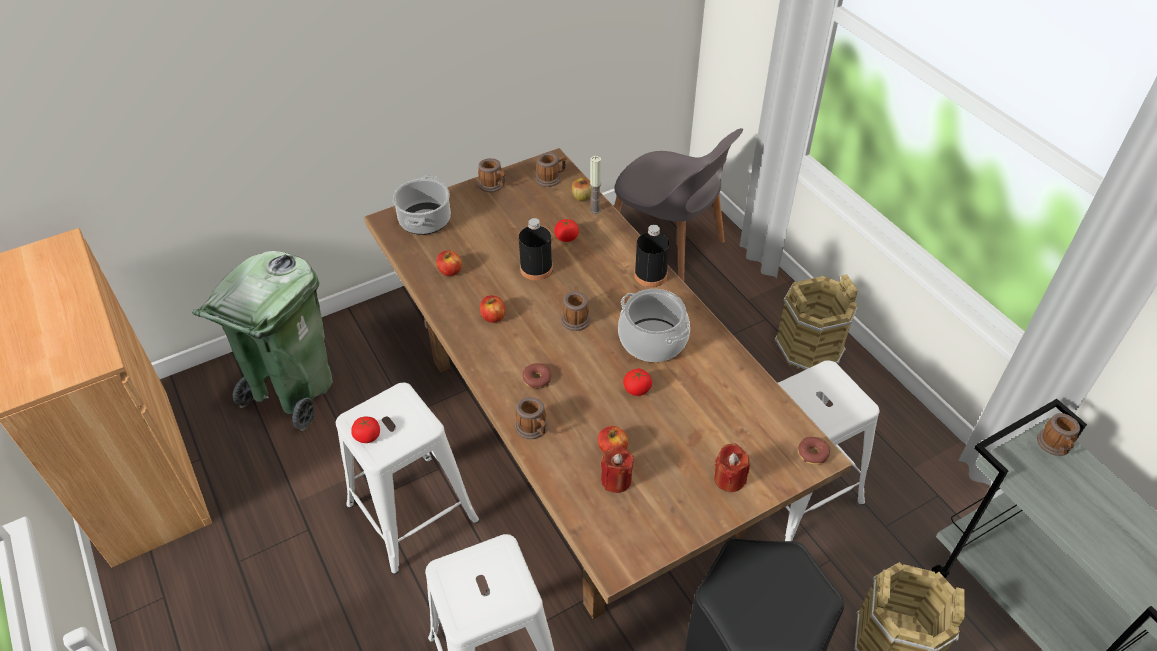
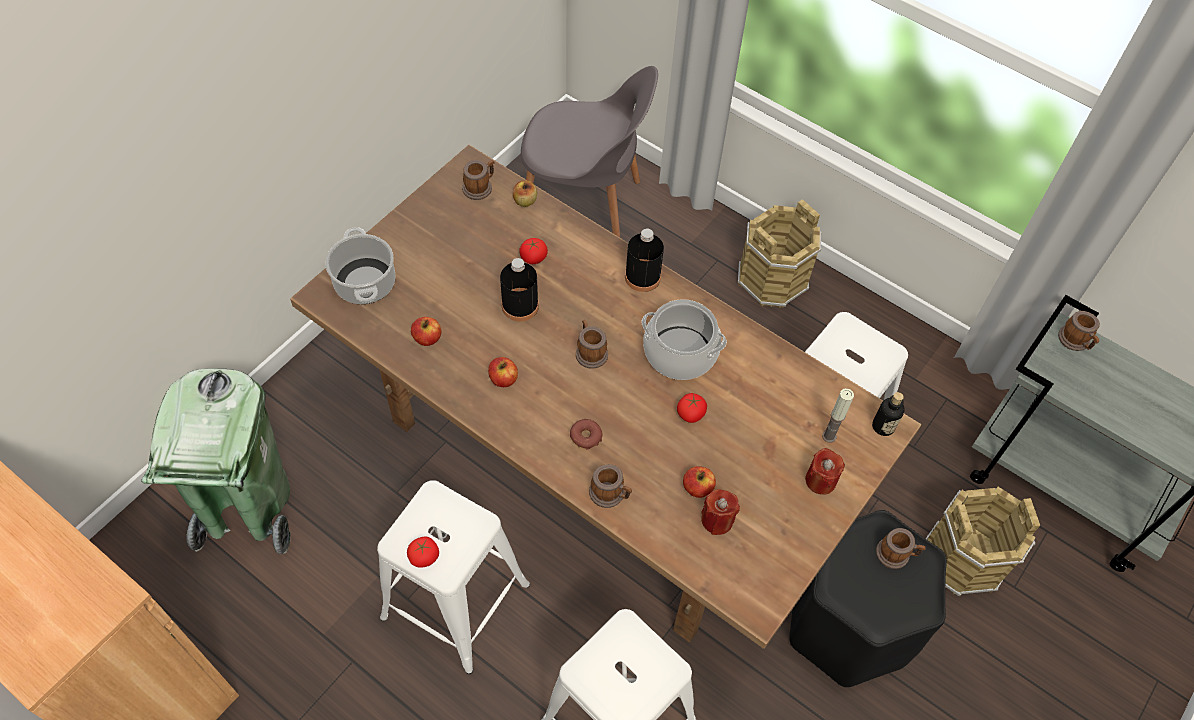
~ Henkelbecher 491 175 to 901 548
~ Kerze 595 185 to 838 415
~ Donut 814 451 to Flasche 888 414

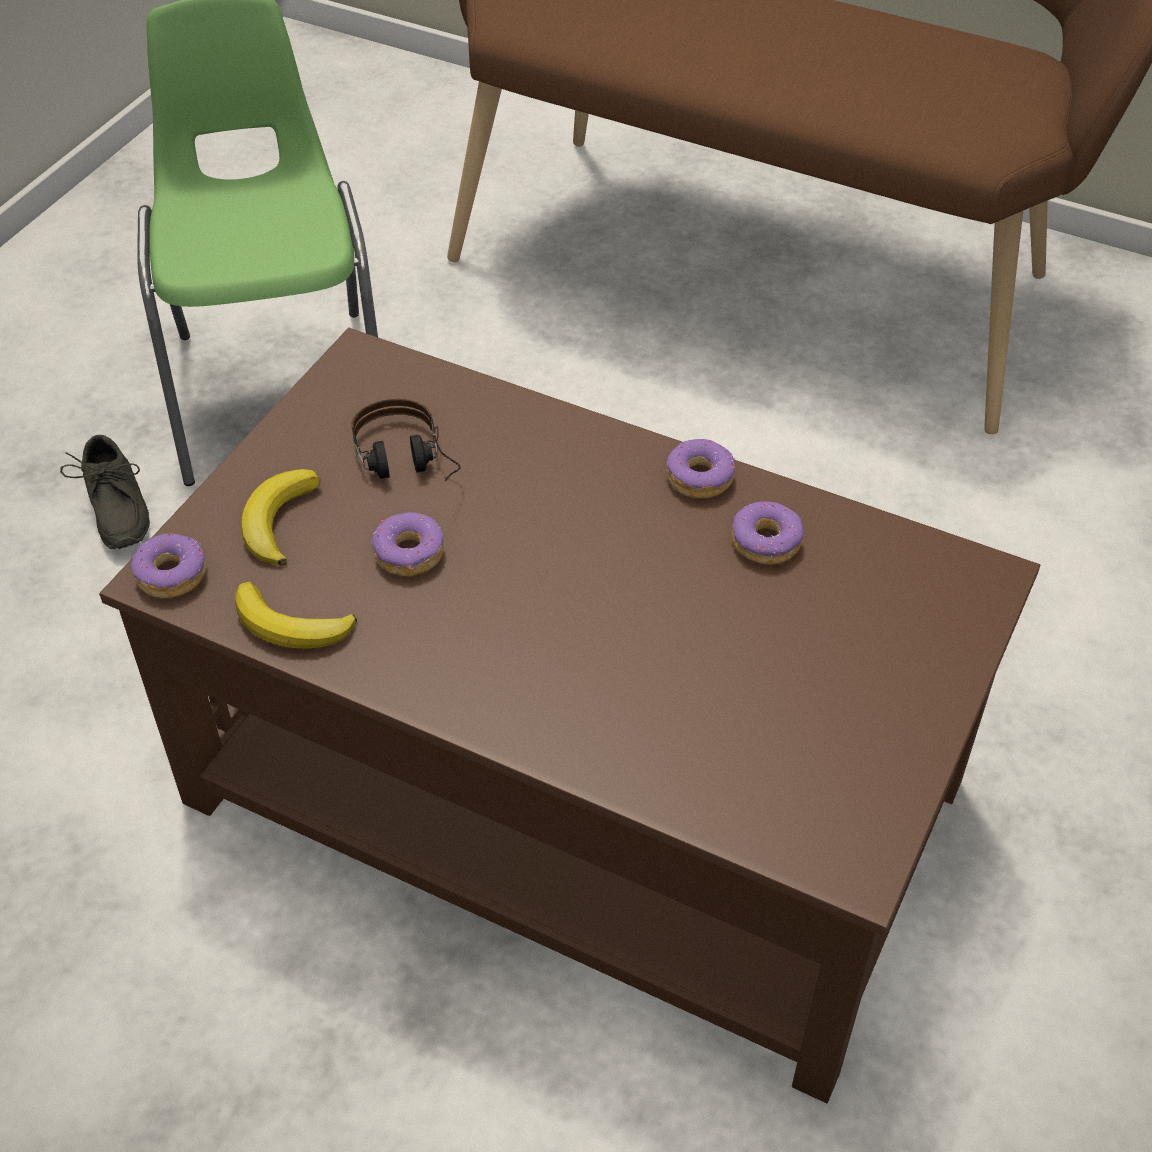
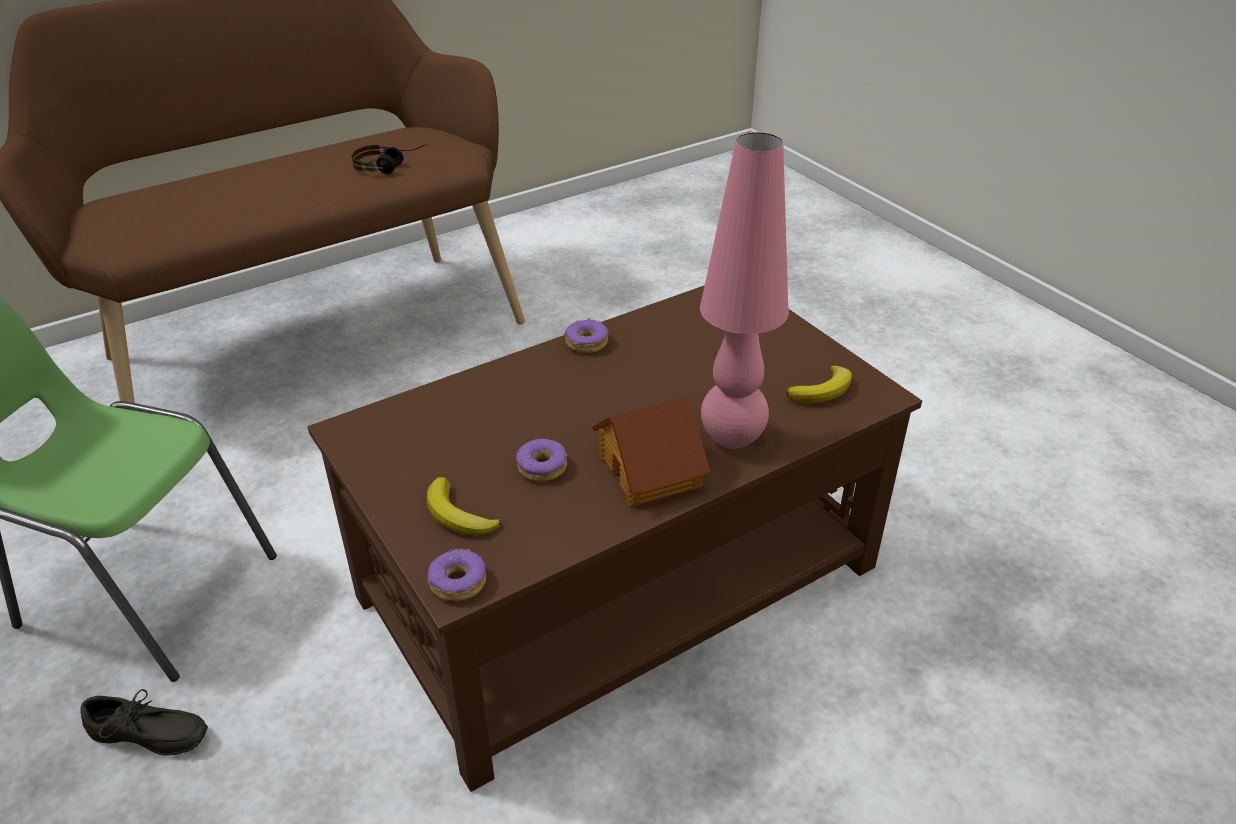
~ Banane 296 615 to 819 384
~ Kopfhörer 406 440 to 390 159
- Donut 767 533
+ Spielzeughaus 651 452
+ Tischlampe (rosa) 744 290

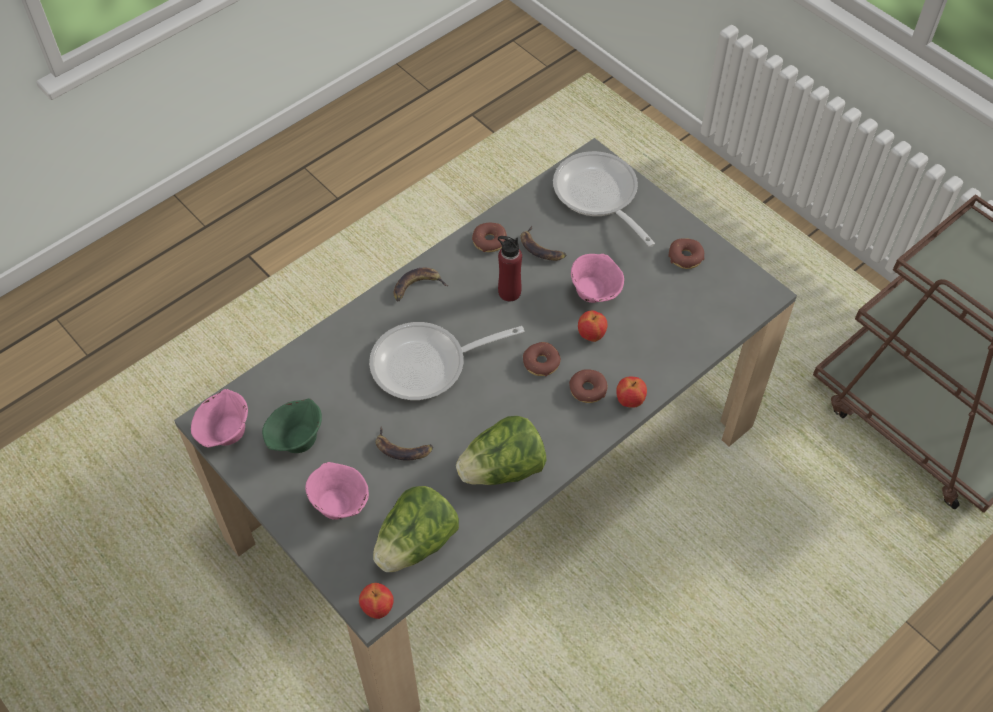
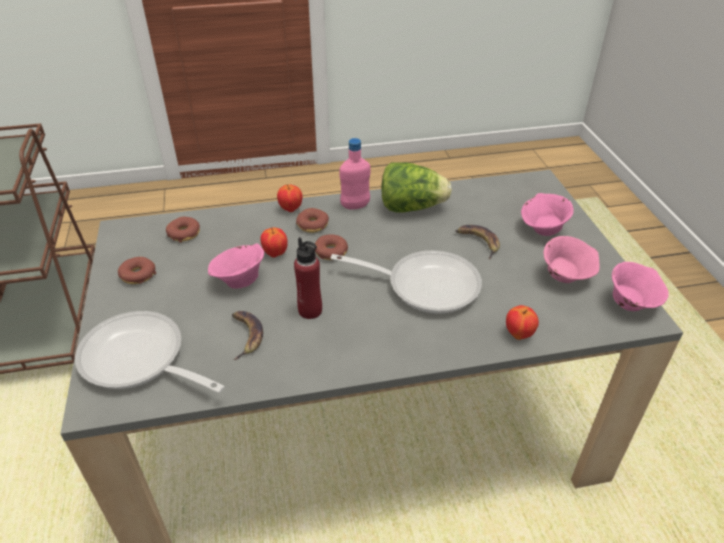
~ Schüssel (grün) 292 425 to Schüssel (rosa) 572 259
~ Apfel 376 601 to 522 322
- Salatkopf 416 529
- Banane 421 284
~ Donut 489 237 to 183 230
~ Pfanne 604 199 = 150 352 120 degrees clockwise
+ Flasche (rosa) 355 173

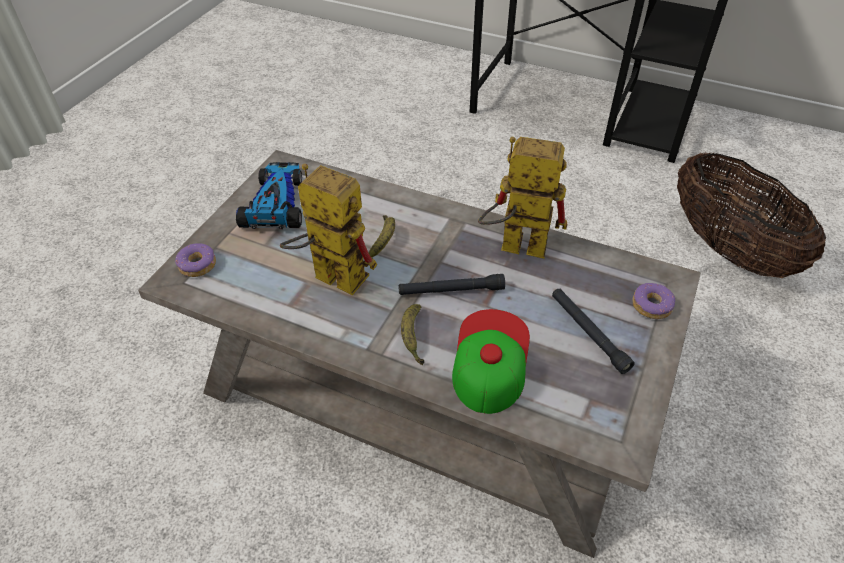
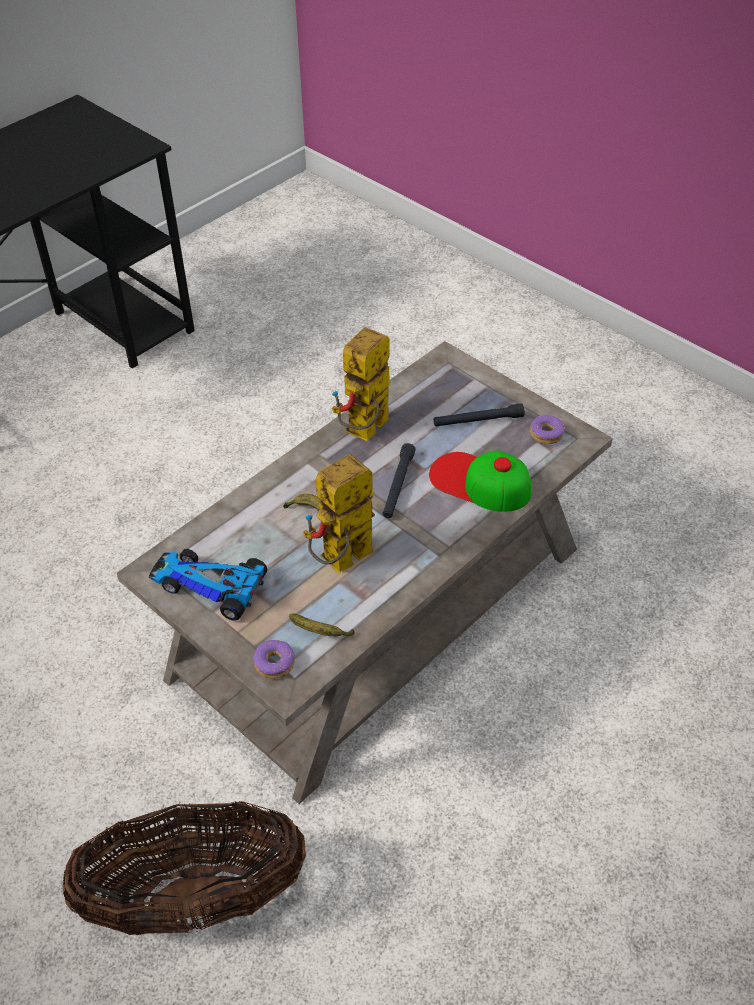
~ Banane 412 334 to 322 624
~ Donut 653 301 to 547 429
~ Korb 751 215 to 184 868

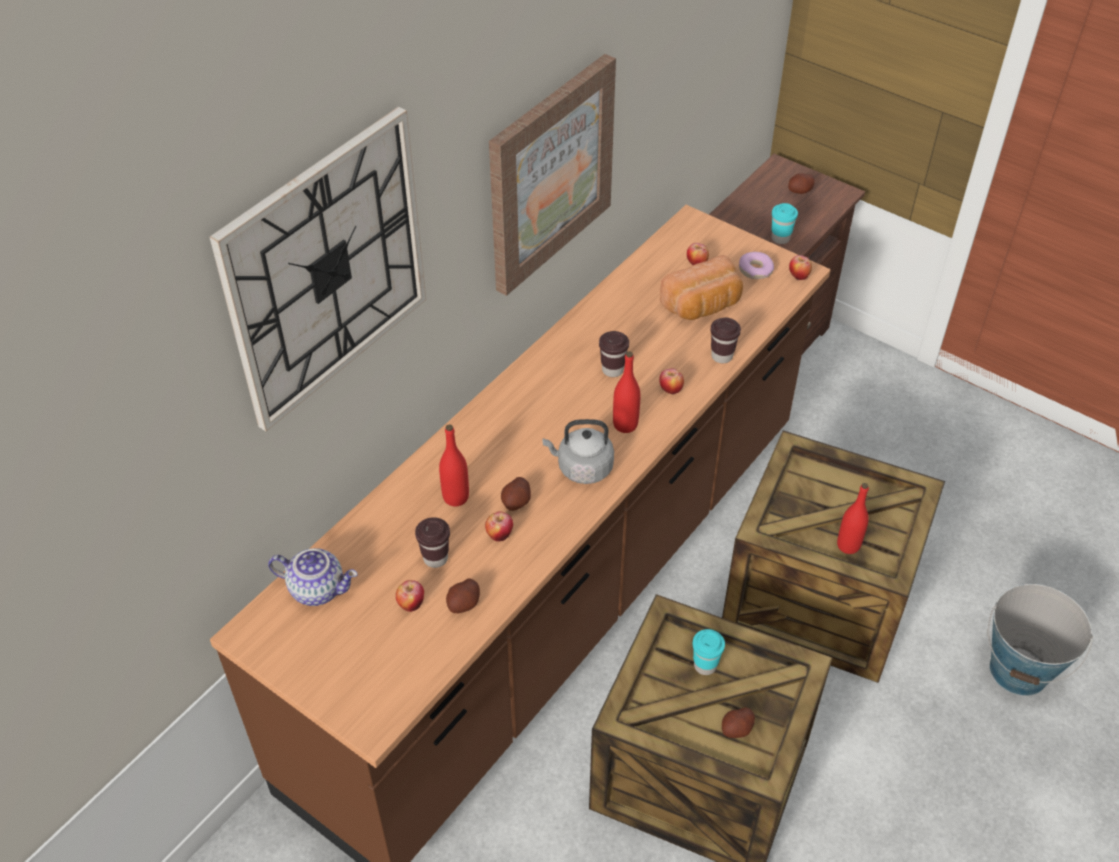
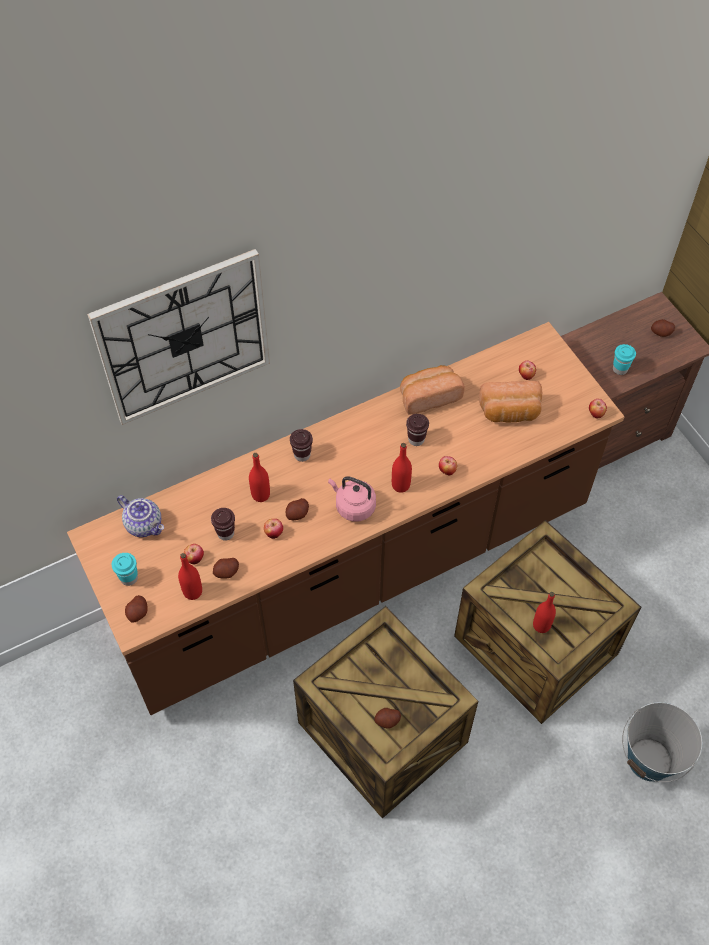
- Bild 552 175
~ Wasserkessel (grau) 578 451 to Wasserkessel (rosa) 352 499
~ Tasse (türkis) 708 652 to 125 569
~ Tasse (braun) 726 340 to 301 445
- Donut 756 265
+ Kartoffel 136 609
+ Flasche (rot) 190 576
+ Brot 432 390

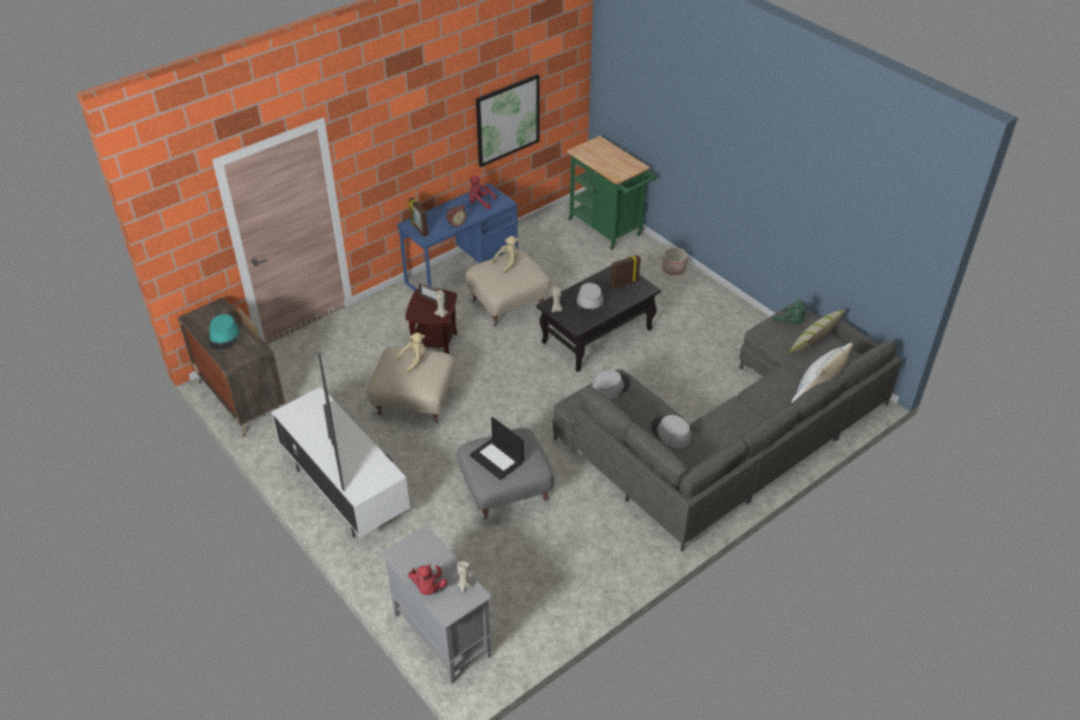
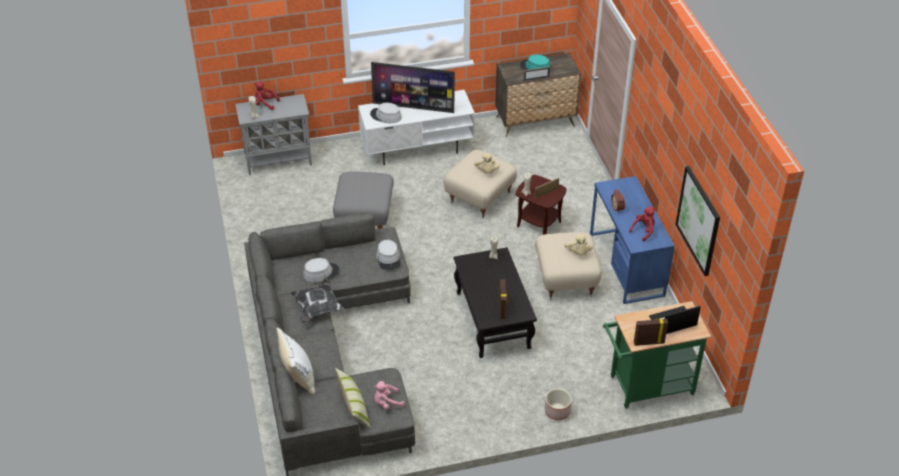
~ Bilderrahmen 418 217 to 651 332
~ Laptop 496 448 to 675 320
~ Hut (grau) 590 299 to 386 113
~ Plüschtier (grün) 789 311 to Plüschtier (rosa) 389 395
+ Kissen 317 302

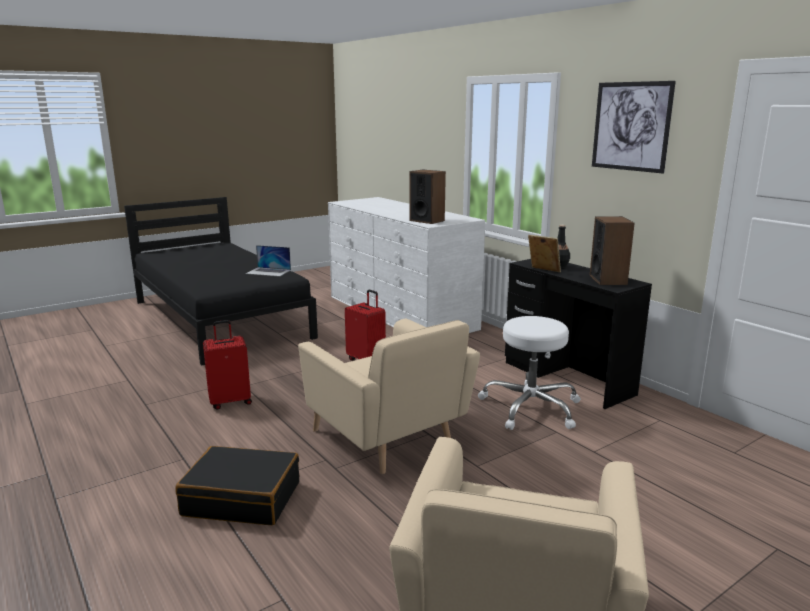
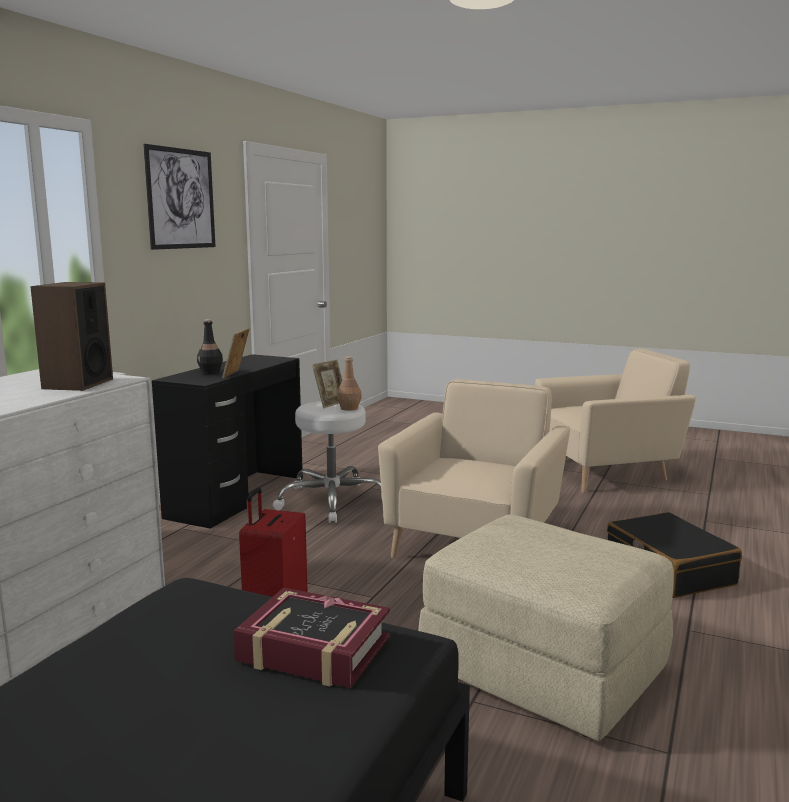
~ Koffer (rot) 227 365 to Polsterhocker (beige) 546 627
- Laptop 268 261
- Lautsprecher 612 250
+ Buch 311 637
+ Bilderrahmen 327 384
+ Flasche (braun) 349 383

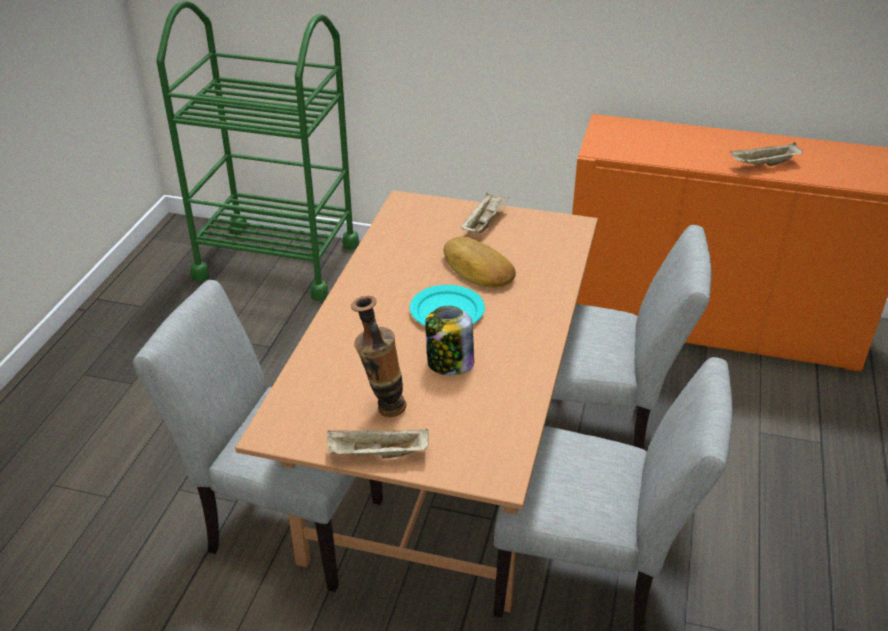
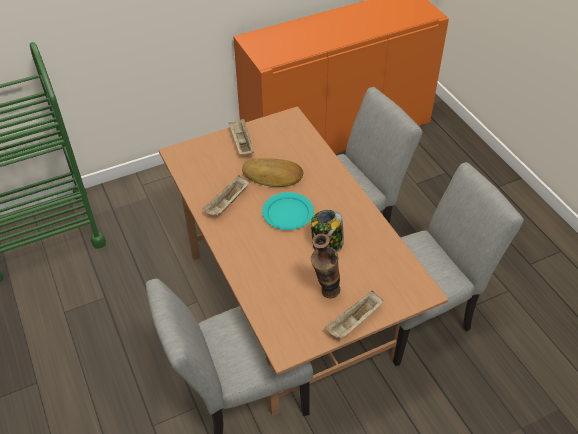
~ Tablett (beige) 766 154 to 226 195

